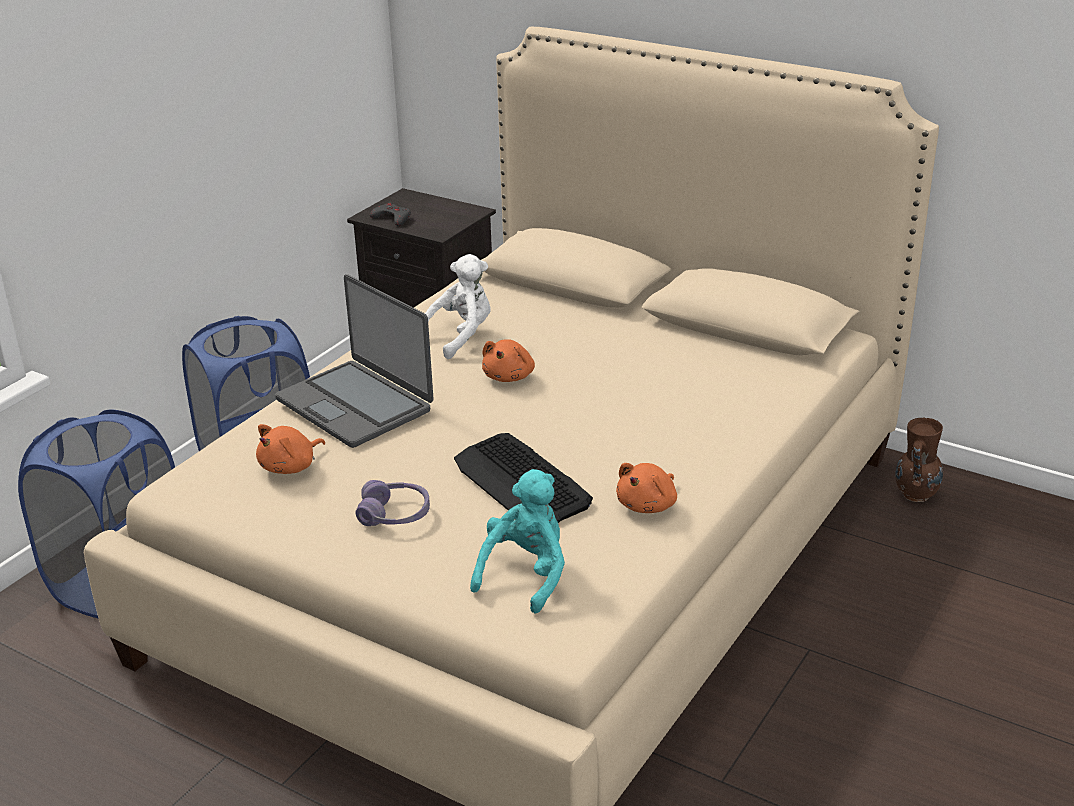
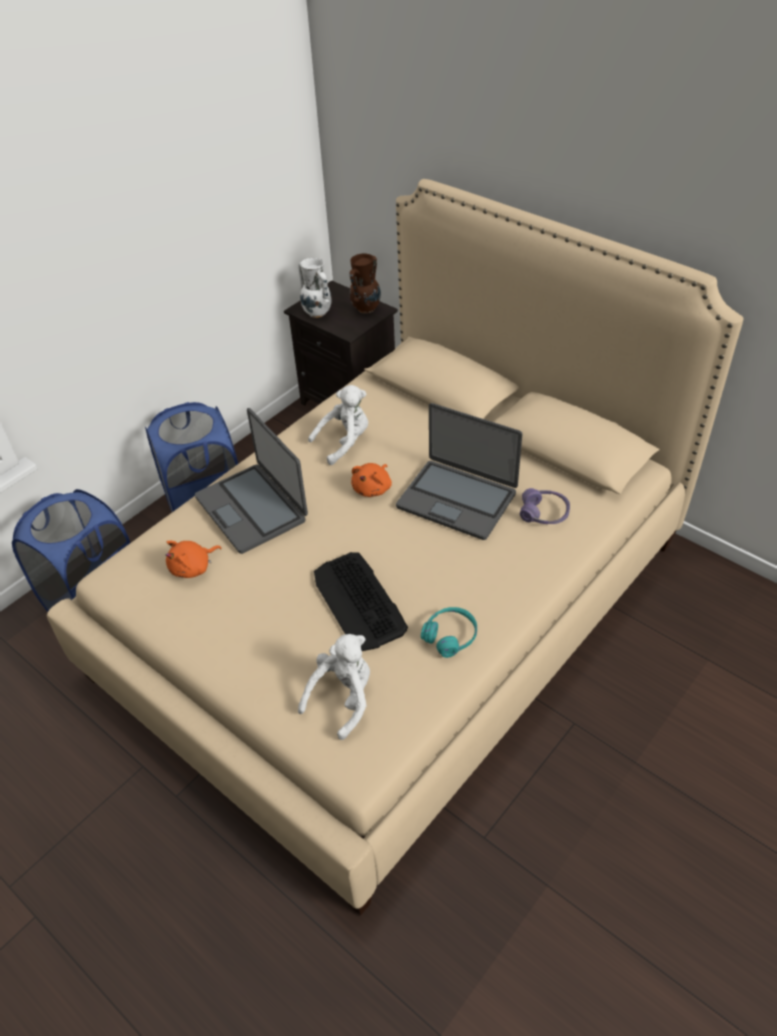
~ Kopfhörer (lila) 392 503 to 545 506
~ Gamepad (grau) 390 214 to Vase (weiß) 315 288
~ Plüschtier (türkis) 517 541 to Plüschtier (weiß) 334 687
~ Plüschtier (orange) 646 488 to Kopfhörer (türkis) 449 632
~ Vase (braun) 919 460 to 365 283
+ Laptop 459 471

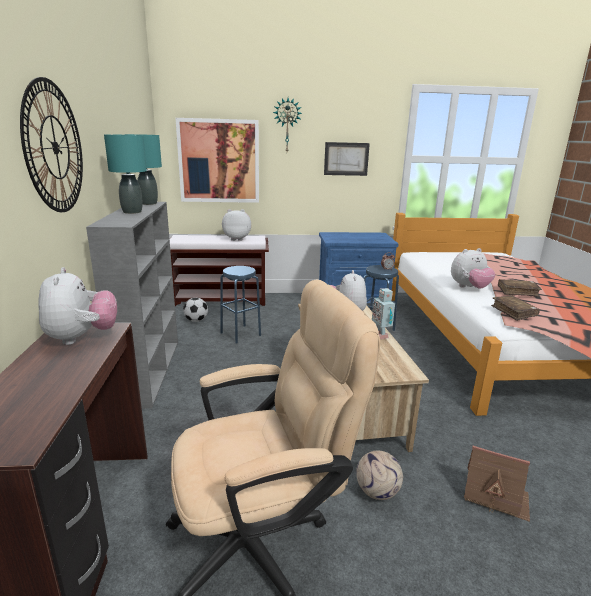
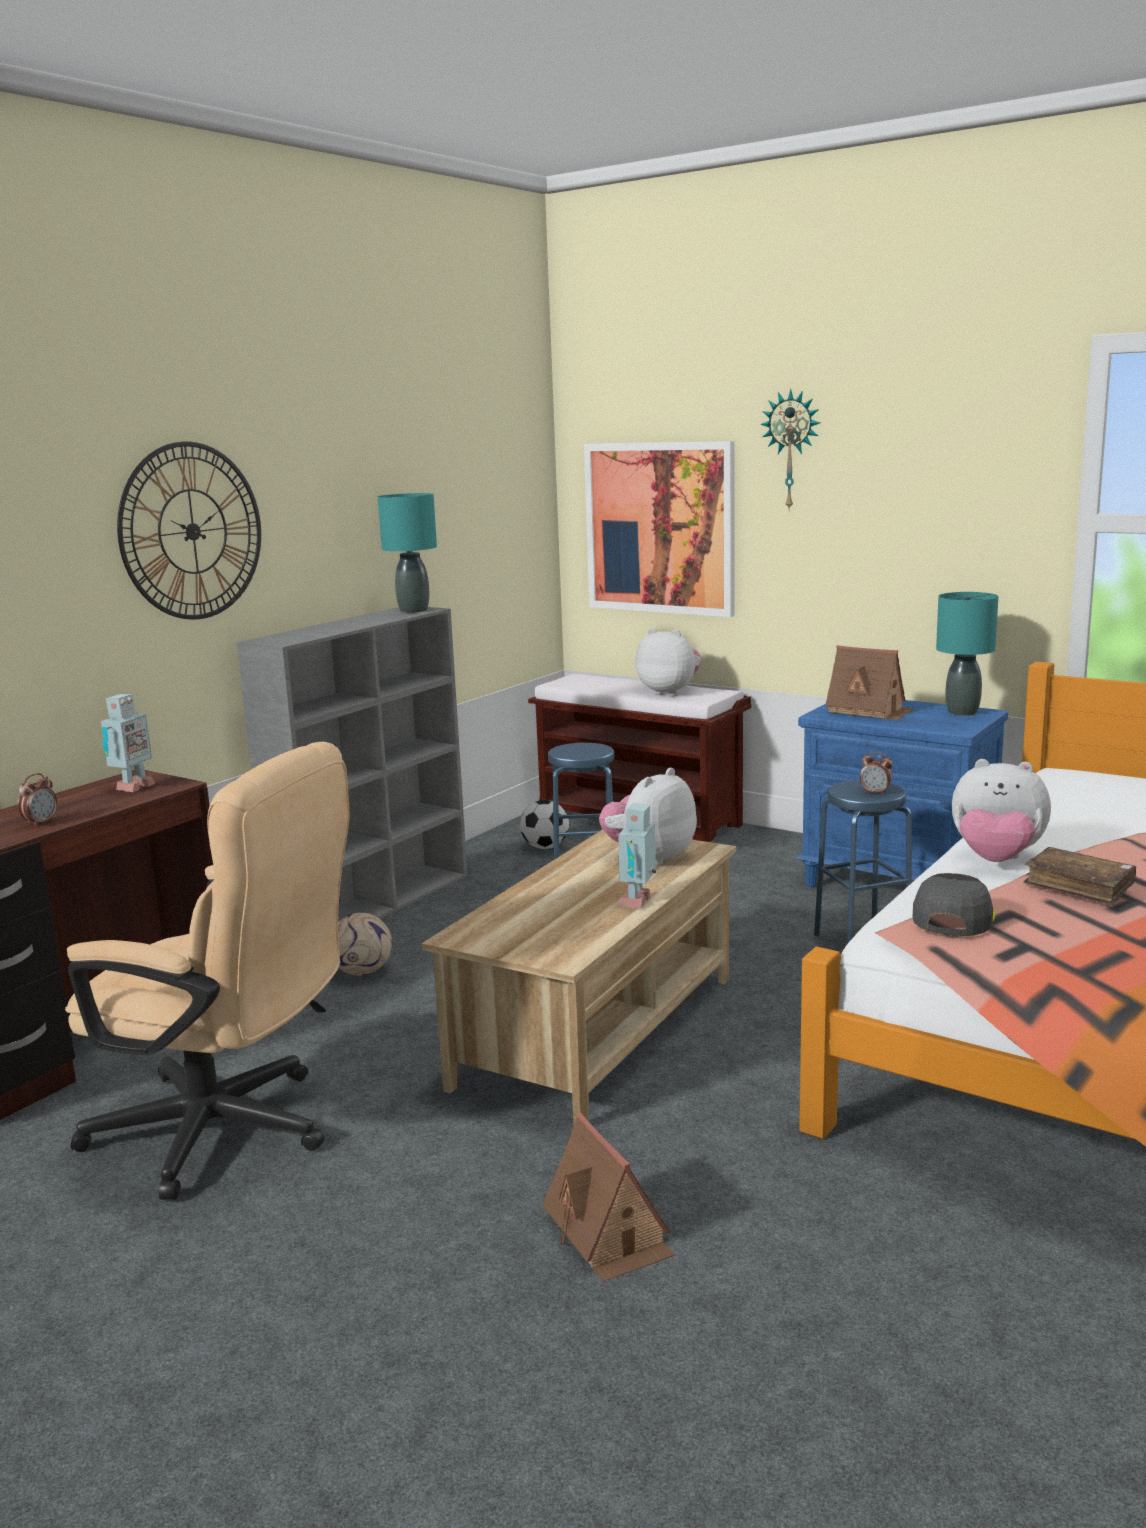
~ Plüschtier 77 306 to Spielzeugroboter 128 743
~ Tischlampe (türkis) 125 174 to 967 654
- Bild 347 159
~ Fußball 379 475 to 365 944
~ Buch (braun) 515 308 to Kappe (grau) 954 904
+ Wecker 37 800
+ Spielzeughaus 870 682

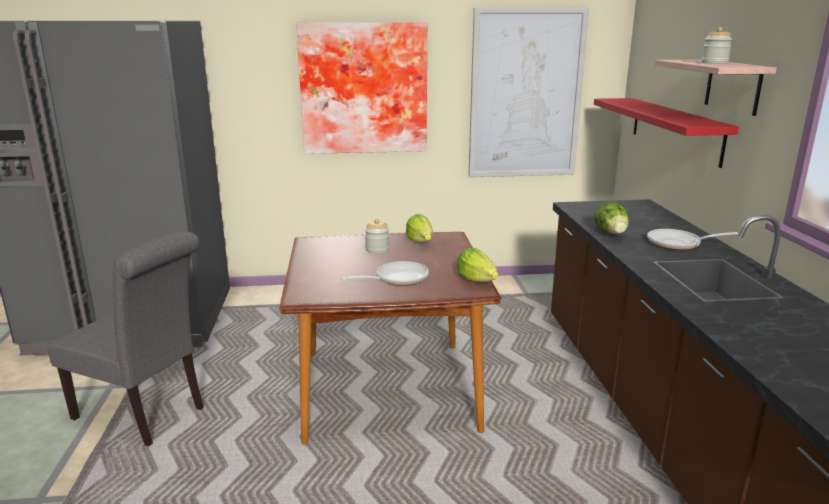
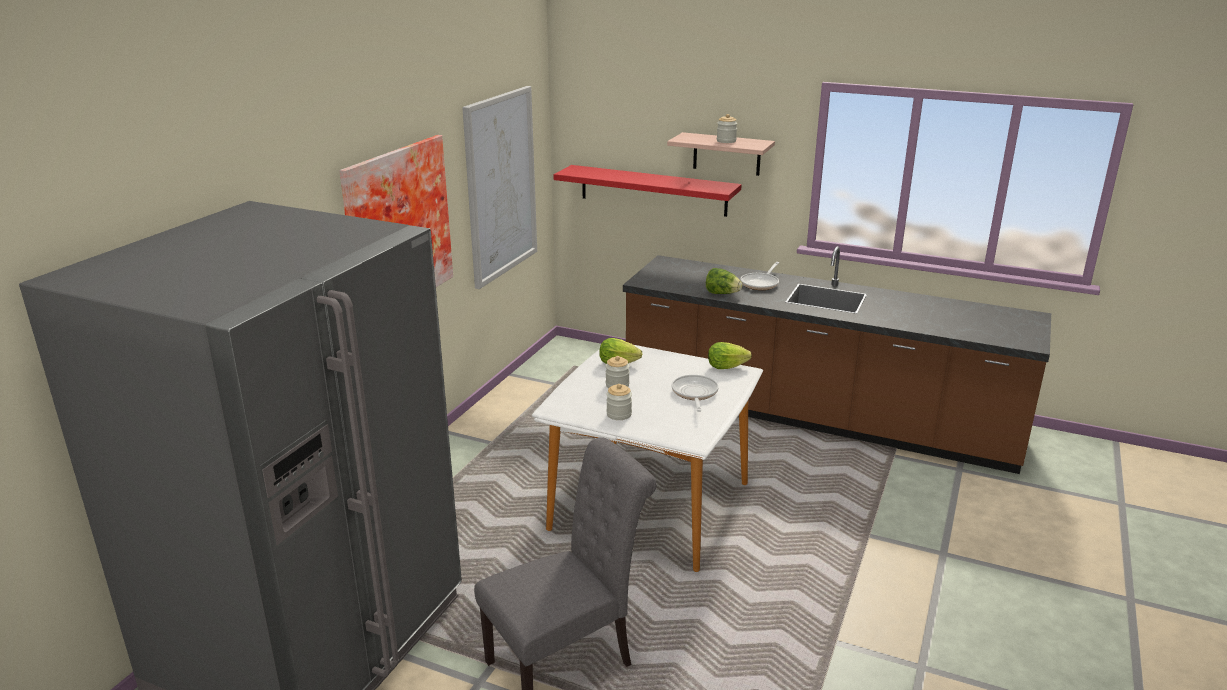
~ Esstisch (braun) 390 338 to Esstisch (weiß) 647 458
+ Vorratsglas 619 402

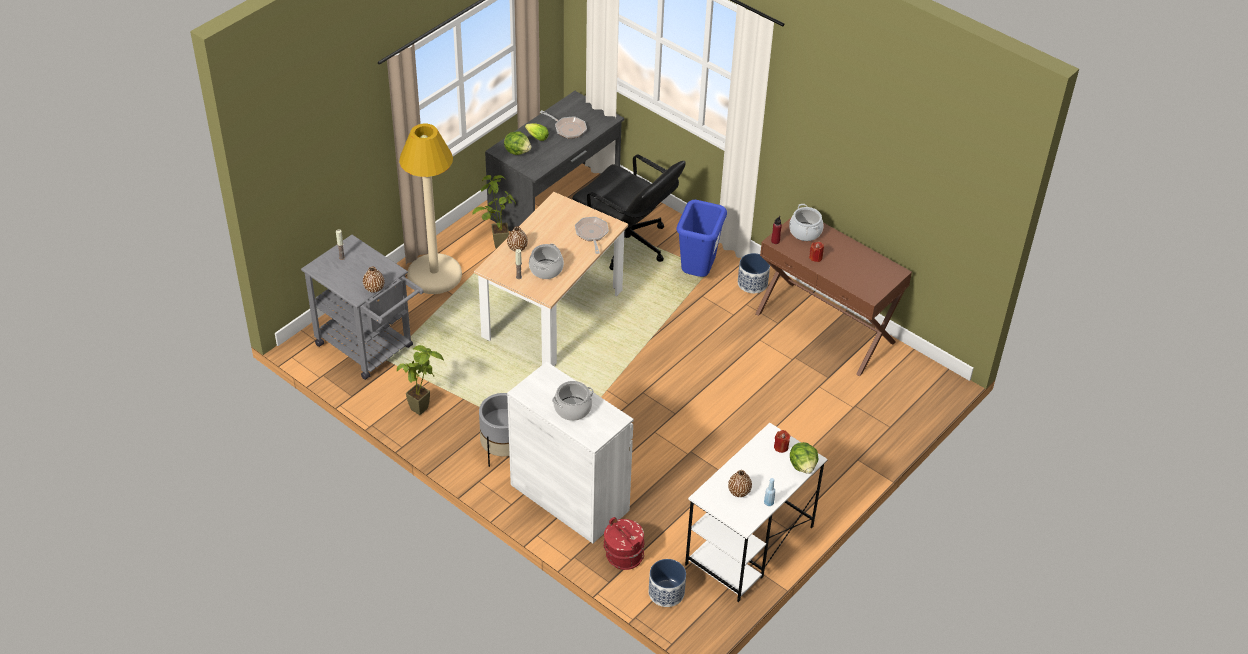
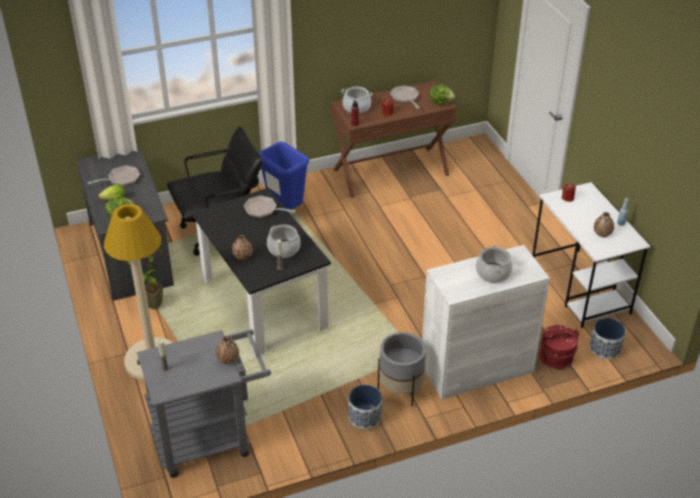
- Topfpflanze 420 380
~ Esstisch (beige) 551 279 to Esstisch (schwarz) 261 271
~ Pflanzkübel 754 273 to 365 407
~ Salatkopf 804 458 to 442 94
+ Pfanne 405 97

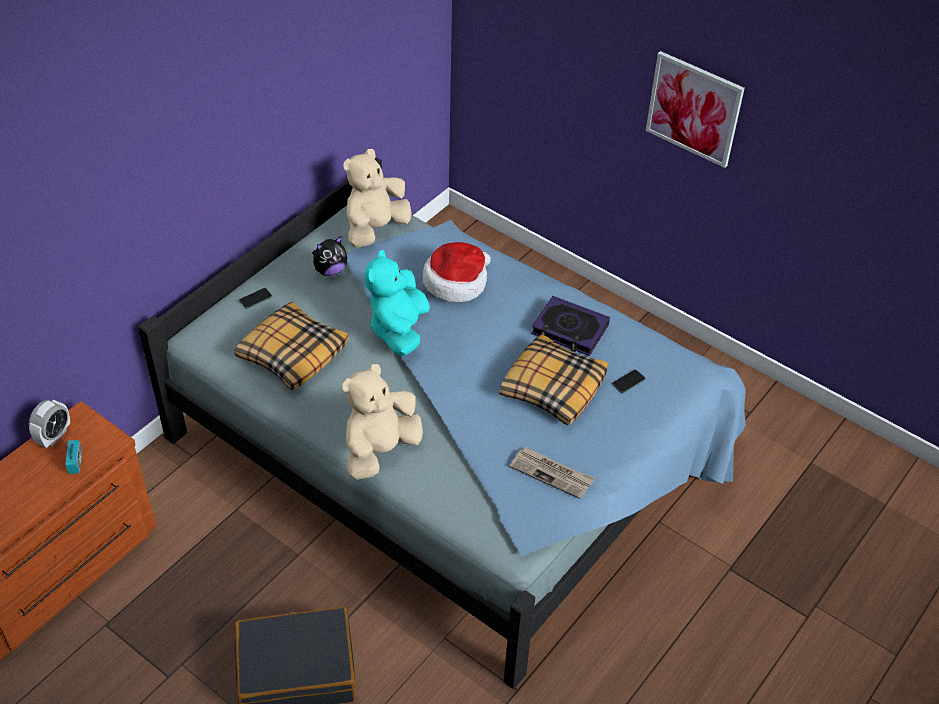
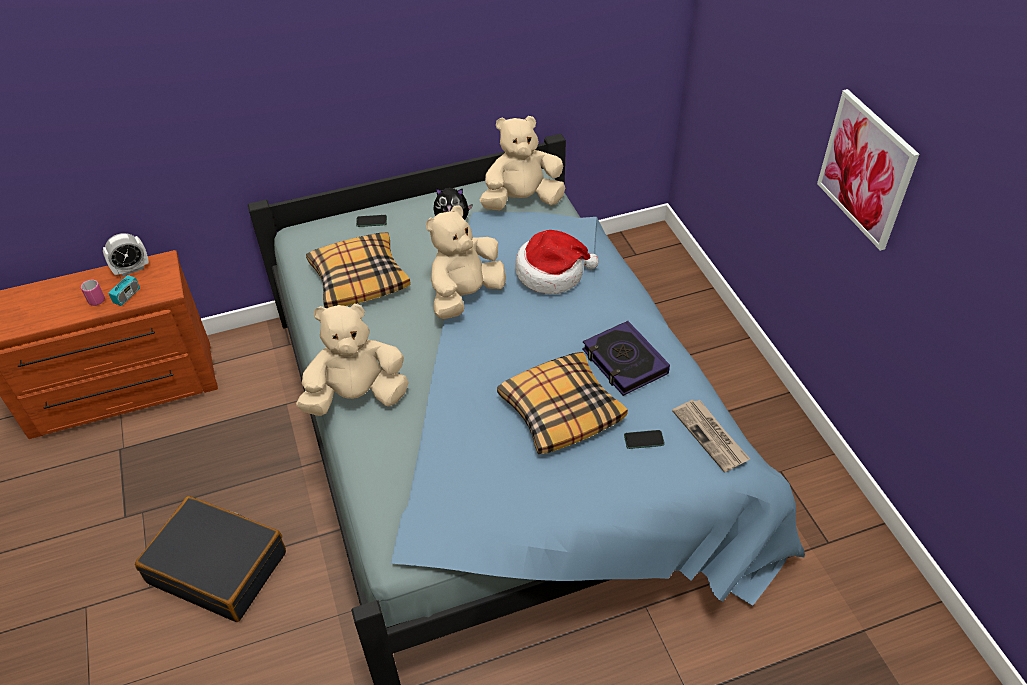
~ Plüschtier (türkis) 397 303 to Plüschtier (beige) 466 262
~ Zeitung 552 473 to 711 436
+ Henkelbecher (rosa) 93 293

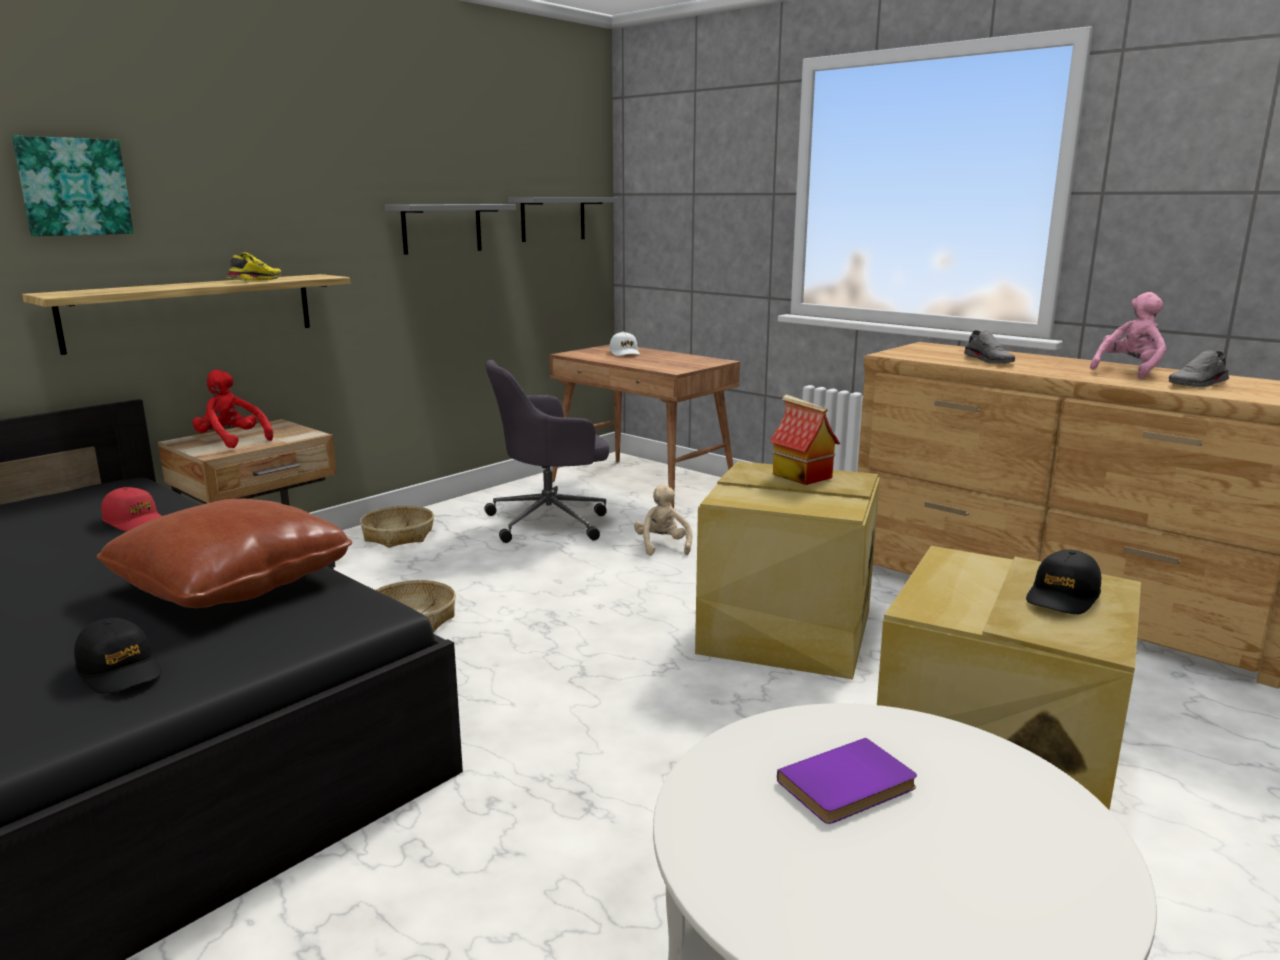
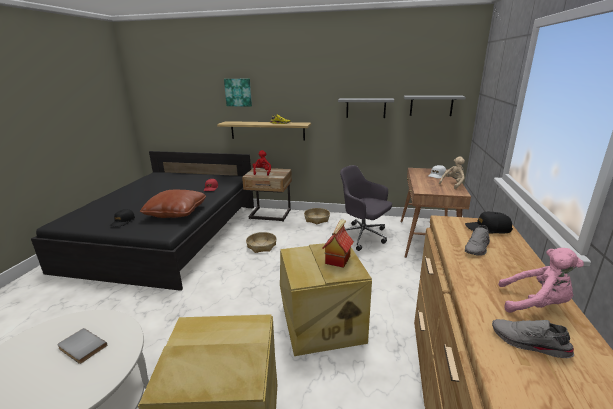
~ Plüschtier (beige) 663 520 to 452 172
~ Buch (lila) 847 781 to Buch (grau) 82 346
~ Kappe (schwarz) 1063 582 to 489 223

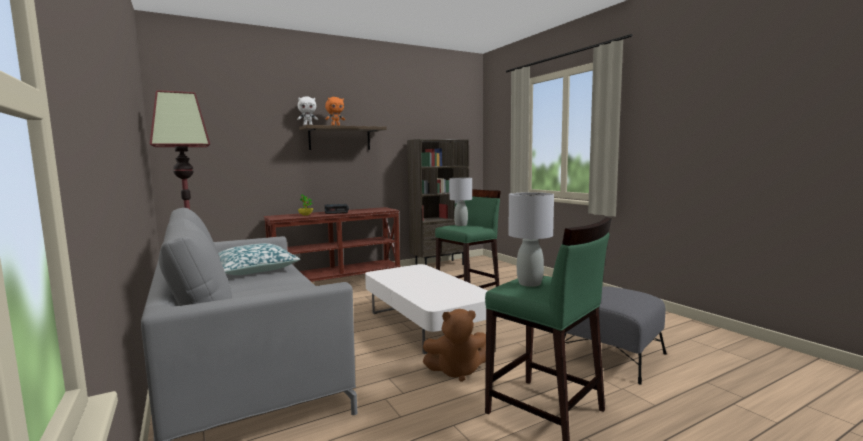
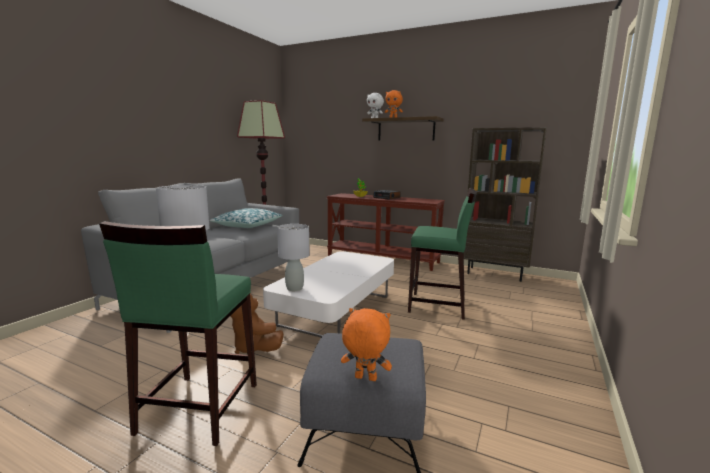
~ Tischlampe (grau) 460 202 to 293 257
+ Plüschtier (orange) 366 344

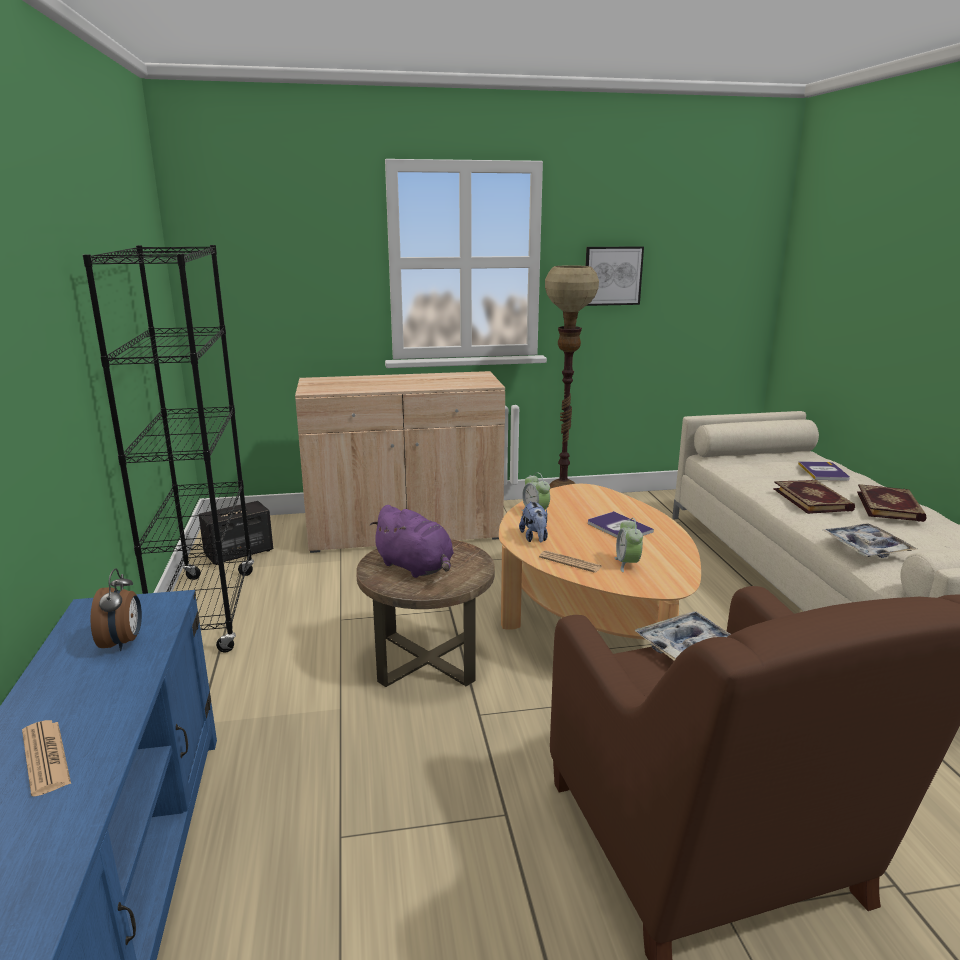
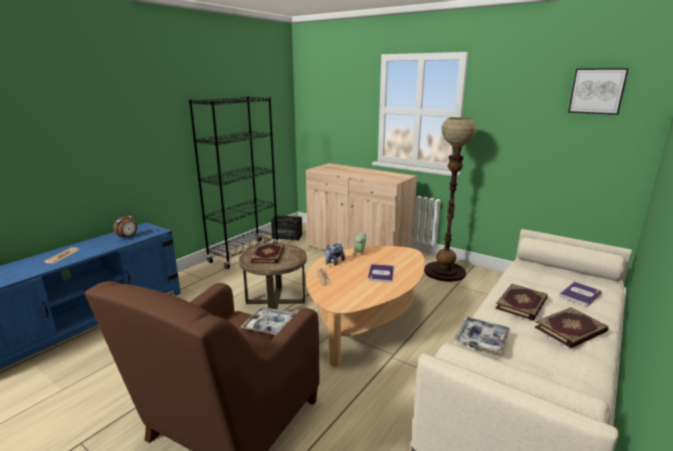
~ Plüschtier (lila) 412 541 to Buch 267 253
~ Bild 615 276 to 598 91
- Wecker 629 545

